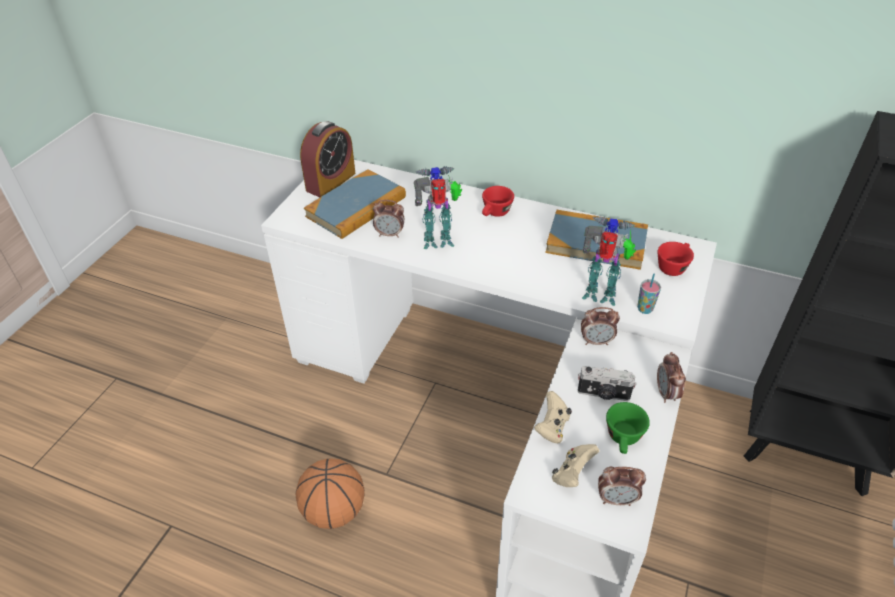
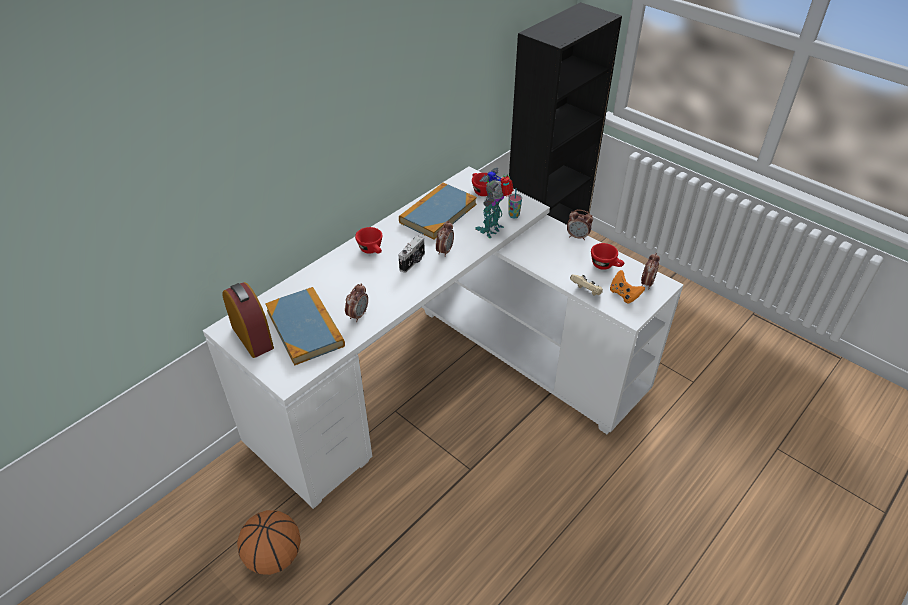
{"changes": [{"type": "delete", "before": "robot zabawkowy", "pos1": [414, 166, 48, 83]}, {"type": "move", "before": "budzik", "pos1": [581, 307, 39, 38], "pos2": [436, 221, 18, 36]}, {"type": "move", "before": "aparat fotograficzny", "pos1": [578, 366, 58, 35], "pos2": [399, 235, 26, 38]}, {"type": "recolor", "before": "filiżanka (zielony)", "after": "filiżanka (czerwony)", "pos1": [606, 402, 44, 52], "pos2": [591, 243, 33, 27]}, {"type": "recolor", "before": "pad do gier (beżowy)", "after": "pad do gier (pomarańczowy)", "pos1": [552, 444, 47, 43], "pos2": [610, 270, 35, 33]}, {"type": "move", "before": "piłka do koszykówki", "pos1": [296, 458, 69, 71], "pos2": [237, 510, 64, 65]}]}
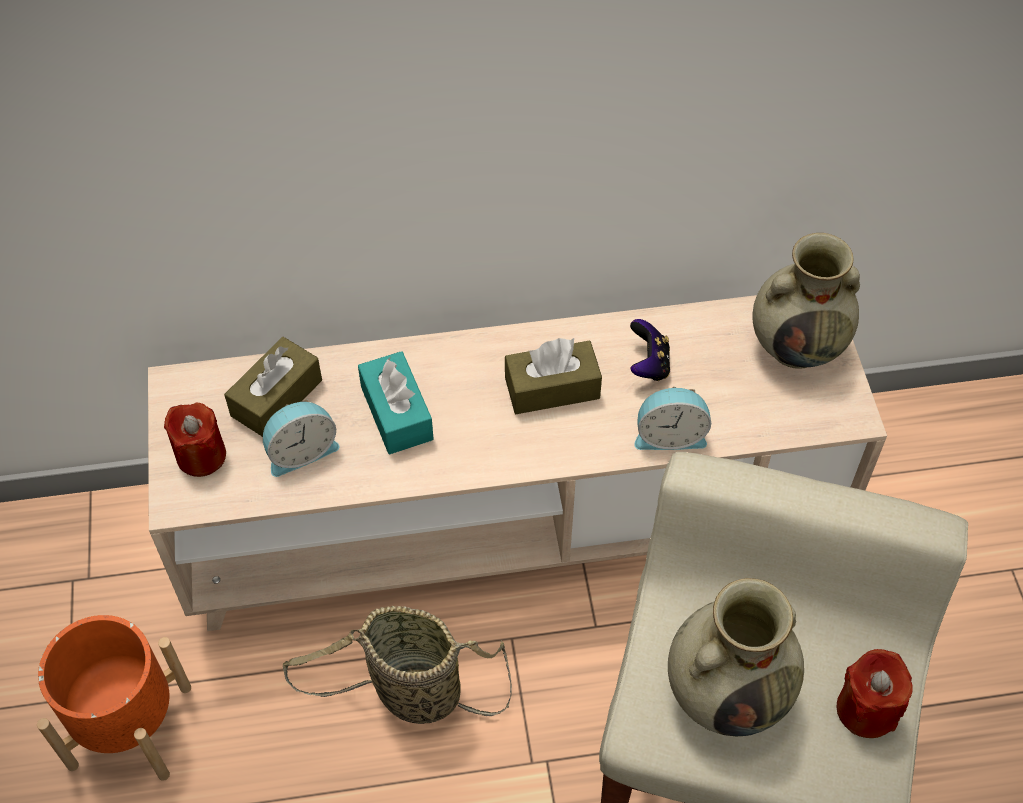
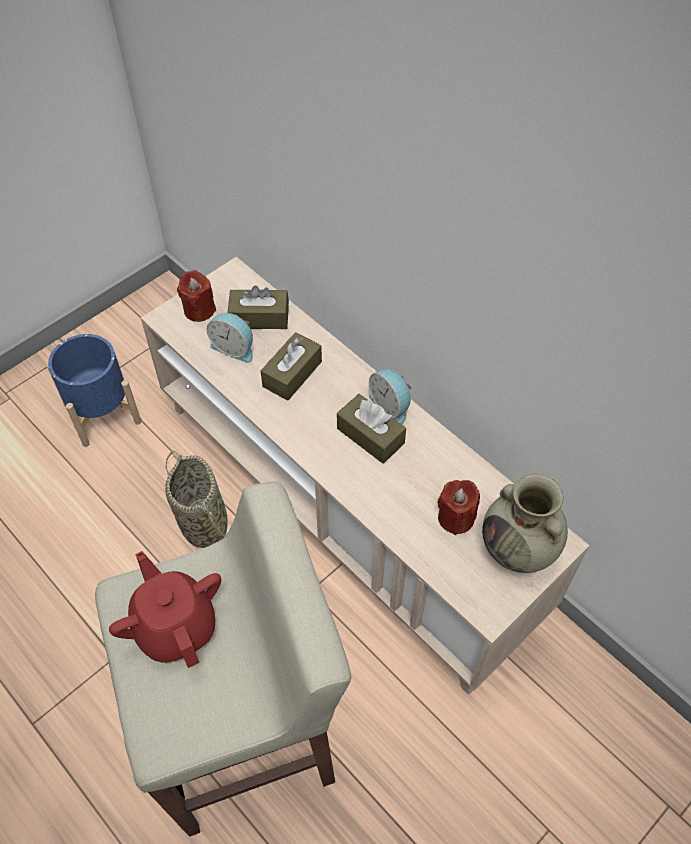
{"changes": [{"type": "delete", "before": "pad do gier", "pos1": [630, 319, 40, 62]}, {"type": "recolor", "before": "pudełko chusteczek (turkusowy)", "after": "pudełko chusteczek (brązowy)", "pos1": [358, 351, 76, 103], "pos2": [261, 332, 61, 69]}, {"type": "move", "before": "budzik", "pos1": [634, 387, 77, 63], "pos2": [369, 369, 43, 56]}, {"type": "replace", "before": "wazon (beżowy)", "after": "imbryk (czerwony)", "pos1": [668, 578, 136, 158], "pos2": [109, 551, 112, 117]}, {"type": "recolor", "before": "donica (pomarańczowy)", "after": "donica (niebieski)", "pos1": [37, 615, 154, 166], "pos2": [47, 334, 94, 113]}, {"type": "move", "before": "świeca (czerwony)", "pos1": [837, 649, 76, 89], "pos2": [438, 480, 42, 55]}]}
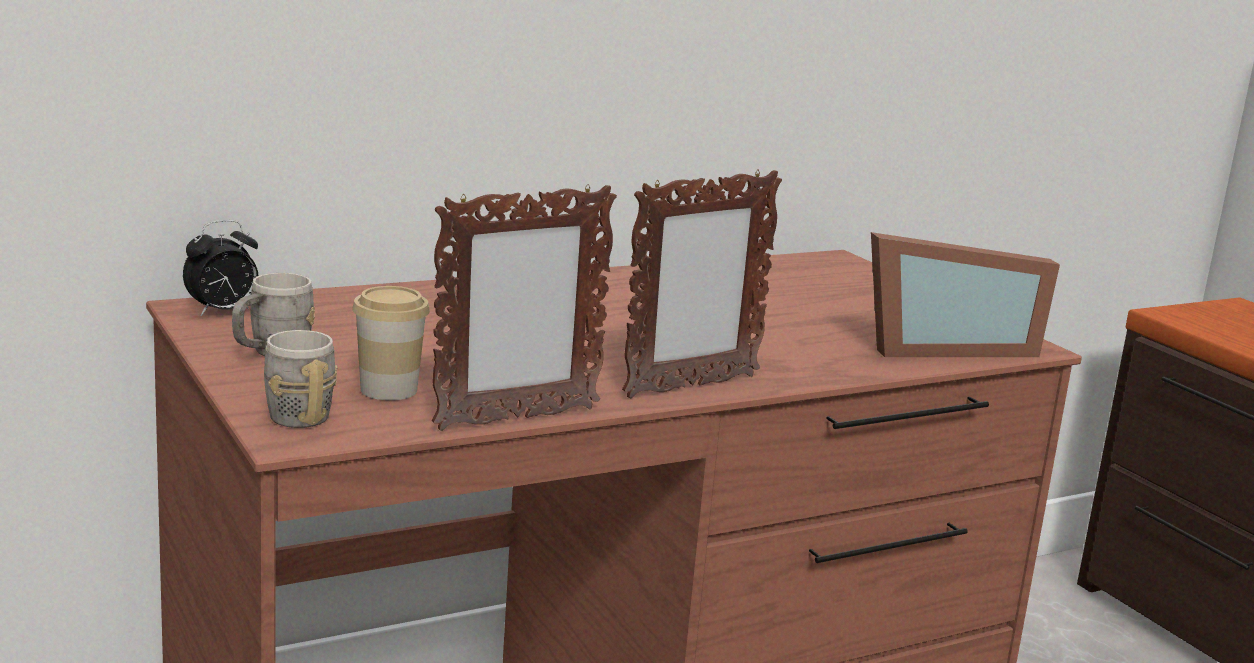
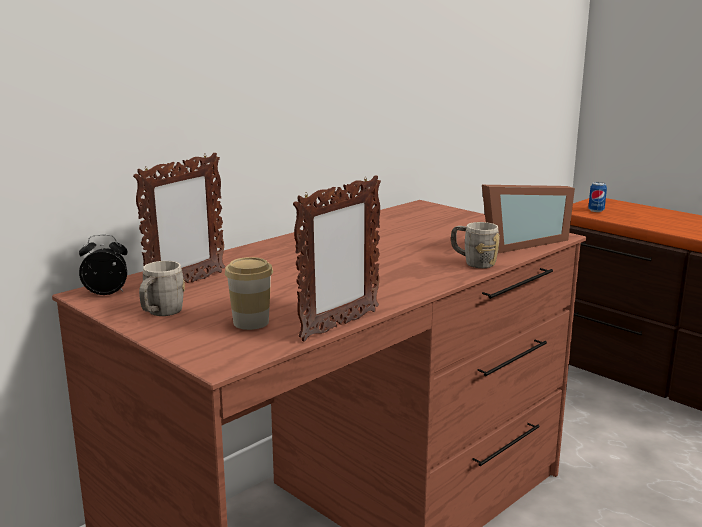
{"changes": [{"type": "move", "before": "ramka na zdjęcie", "pos1": [622, 170, 160, 228], "pos2": [133, 153, 92, 130]}, {"type": "rotate", "before": "budzik", "pos1": [183, 220, 76, 96], "pos2": [79, 234, 48, 61], "turn": -135}, {"type": "move", "before": "kubek (szary)", "pos1": [264, 330, 74, 98], "pos2": [451, 222, 49, 46]}, {"type": "insert", "after": "puszka", "pos2": [588, 182, 19, 30]}]}
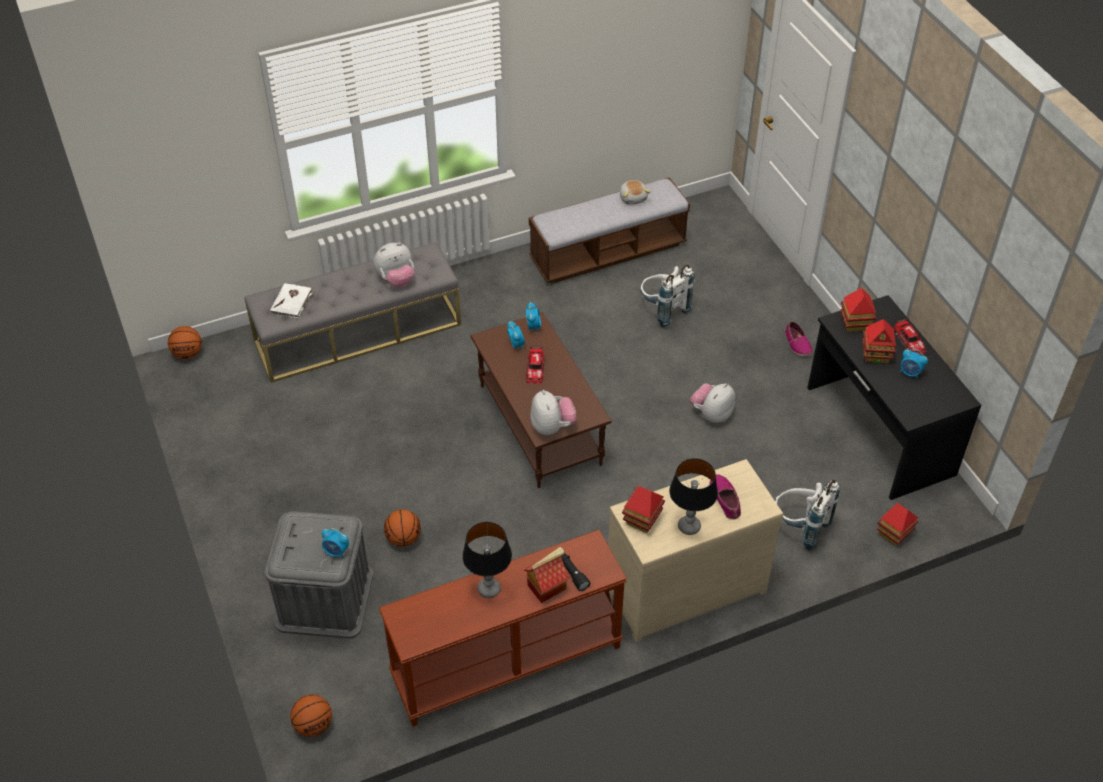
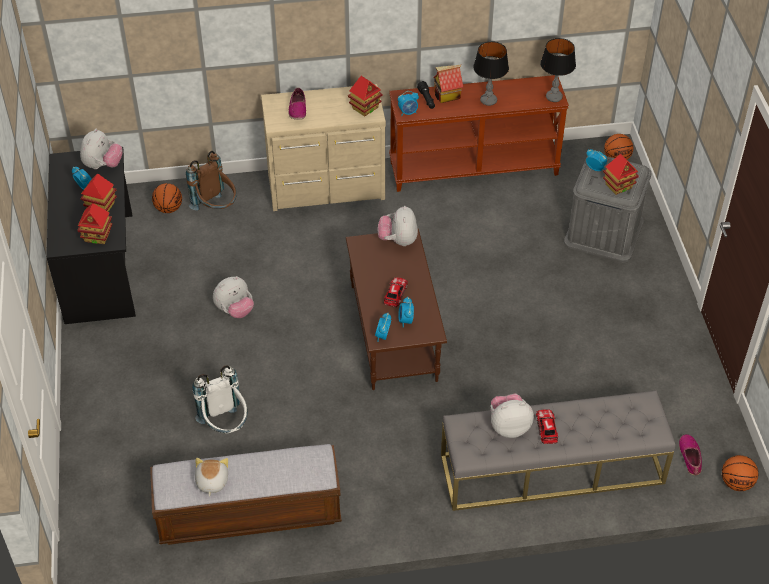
{"changes": [{"type": "delete", "before": "książka (biały)", "pos1": [270, 283, 44, 36]}, {"type": "move", "before": "samochodzik", "pos1": [894, 318, 32, 37], "pos2": [536, 409, 22, 35]}, {"type": "move", "before": "but", "pos1": [785, 322, 28, 34], "pos2": [679, 434, 23, 41]}, {"type": "move", "before": "lampa stołowa", "pos1": [669, 458, 49, 77], "pos2": [540, 38, 36, 64]}, {"type": "recolor", "before": "plecak (biały)", "after": "plecak (brązowy)", "pos1": [775, 480, 65, 71], "pos2": [186, 151, 51, 60]}, {"type": "move", "before": "domek", "pos1": [877, 503, 41, 43], "pos2": [603, 154, 36, 41]}, {"type": "move", "before": "piłka do koszykówki", "pos1": [384, 510, 37, 37], "pos2": [152, 183, 30, 30]}, {"type": "insert", "after": "budzik", "pos2": [398, 91, 21, 25]}, {"type": "insert", "after": "pluszak", "pos2": [80, 129, 43, 40]}]}
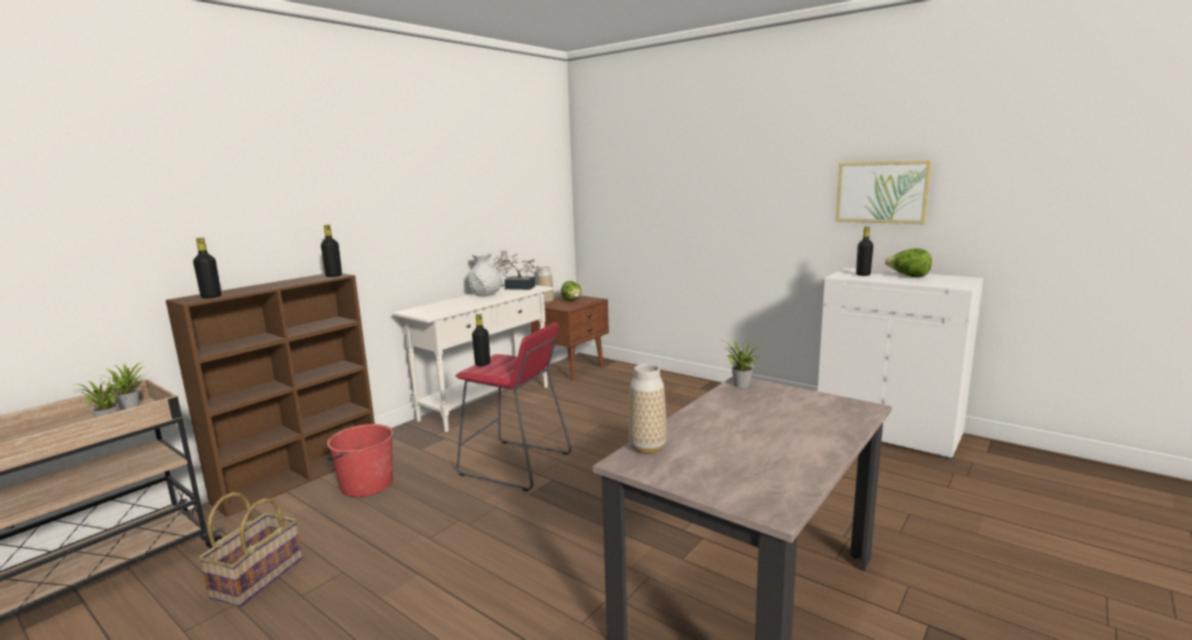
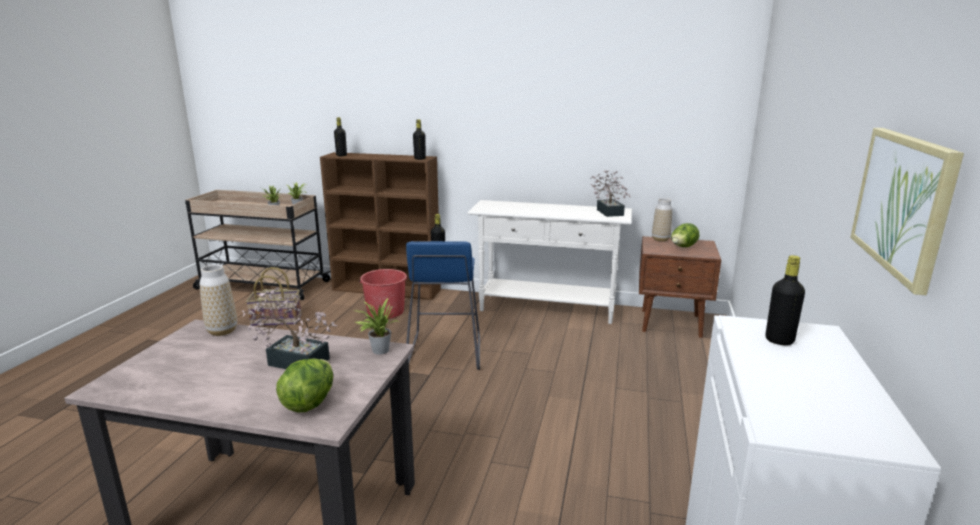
{"changes": [{"type": "move", "before": "sałata", "pos1": [885, 248, 47, 29], "pos2": [276, 358, 57, 54]}, {"type": "delete", "before": "wazon (biały)", "pos1": [468, 253, 34, 44]}, {"type": "recolor", "before": "stołek (czerwony)", "after": "stołek (niebieski)", "pos1": [456, 322, 115, 170], "pos2": [406, 241, 74, 129]}, {"type": "insert", "after": "roślina doniczkowa", "pos2": [242, 287, 96, 82]}]}
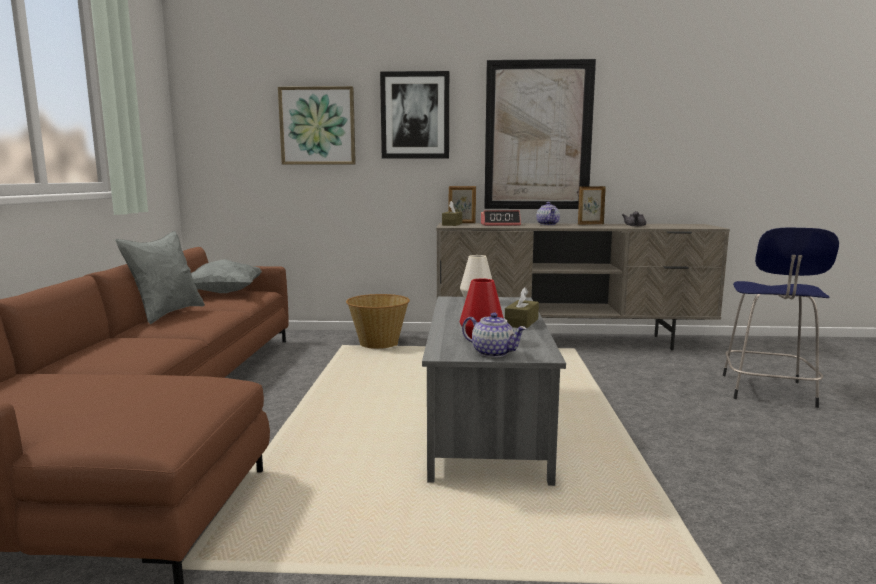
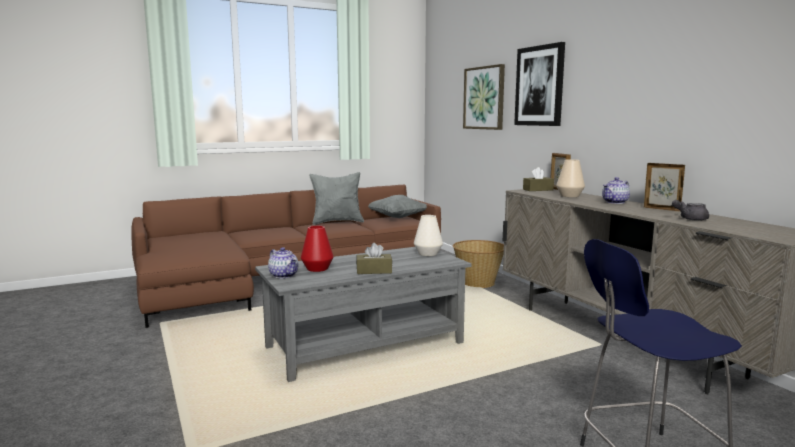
{"changes": [{"type": "delete", "before": "obraz", "pos1": [484, 59, 112, 150]}, {"type": "replace", "before": "budzik", "after": "wazon (beżowy)", "pos1": [481, 210, 40, 16], "pos2": [556, 159, 29, 38]}, {"type": "rotate", "before": "imbryk", "pos1": [462, 312, 65, 46], "pos2": [268, 247, 30, 31], "turn": -45}]}
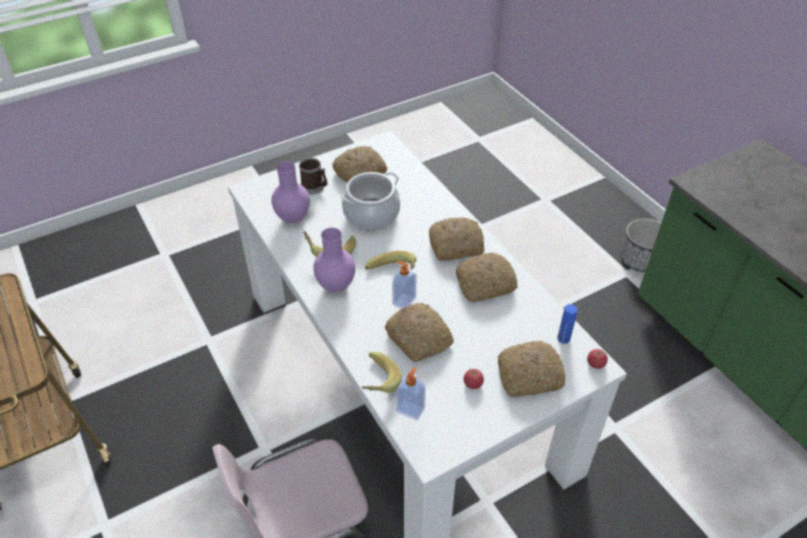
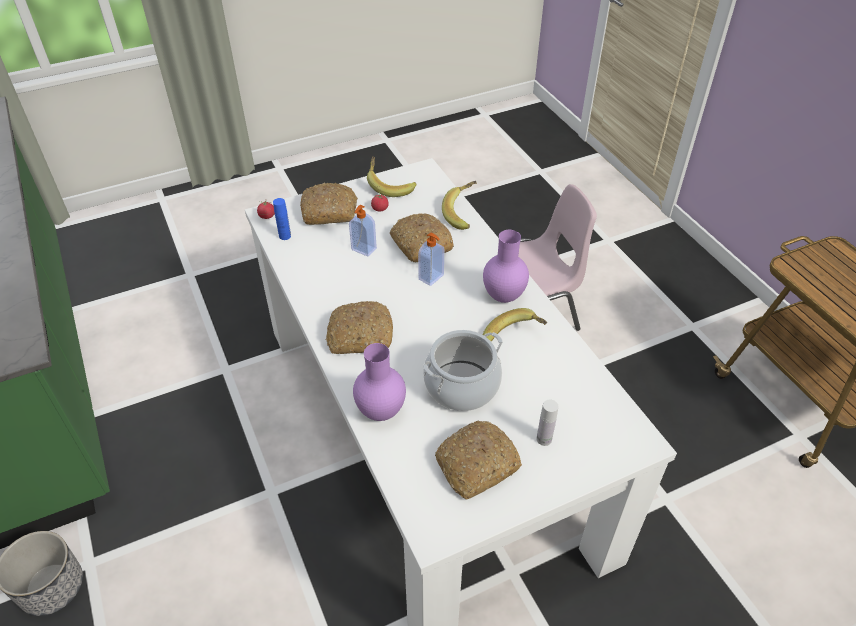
{"changes": [{"type": "replace", "before": "kubek", "after": "butelka (biały)", "pos1": [299, 158, 28, 37], "pos2": [536, 400, 22, 46]}, {"type": "move", "before": "wazon (fioletowy)", "pos1": [271, 161, 39, 62], "pos2": [353, 343, 53, 78]}, {"type": "move", "before": "banan", "pos1": [365, 251, 51, 19], "pos2": [367, 156, 50, 41]}, {"type": "delete", "before": "chleb", "pos1": [456, 252, 62, 50]}, {"type": "move", "before": "dozownik mydła", "pos1": [396, 367, 30, 53], "pos2": [349, 205, 28, 51]}]}
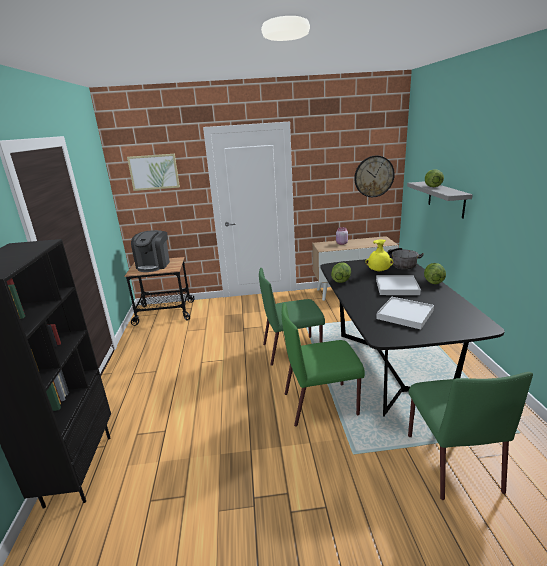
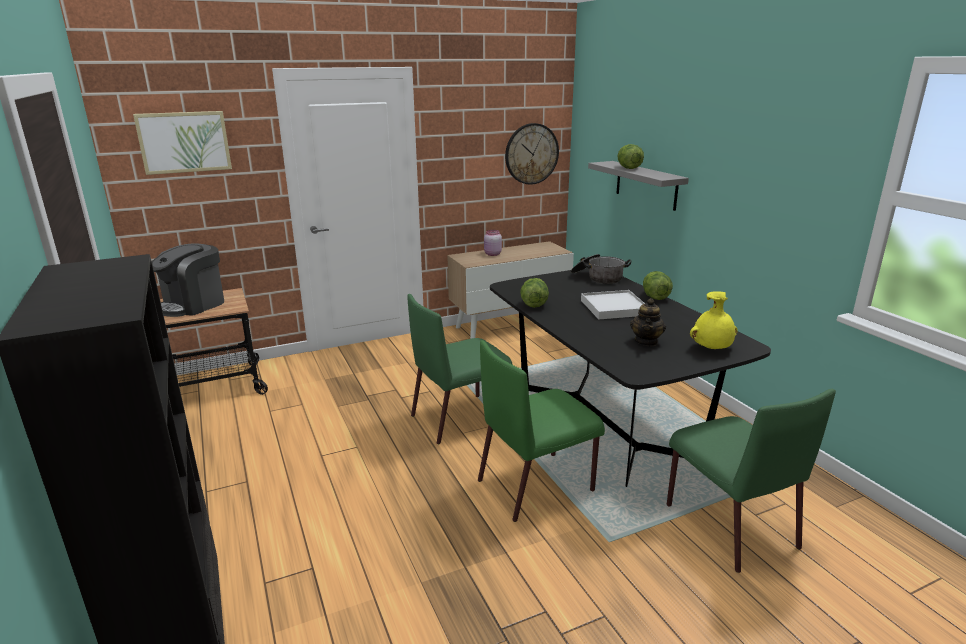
{"changes": [{"type": "rotate", "before": "ekspres do kawy", "pos1": [131, 230, 39, 42], "pos2": [152, 244, 72, 73], "turn": 45}, {"type": "move", "before": "wazon (żółty)", "pos1": [365, 240, 28, 32], "pos2": [690, 291, 48, 58]}, {"type": "replace", "before": "taca (biały)", "after": "imbryk", "pos1": [376, 297, 58, 32], "pos2": [630, 298, 36, 48]}]}
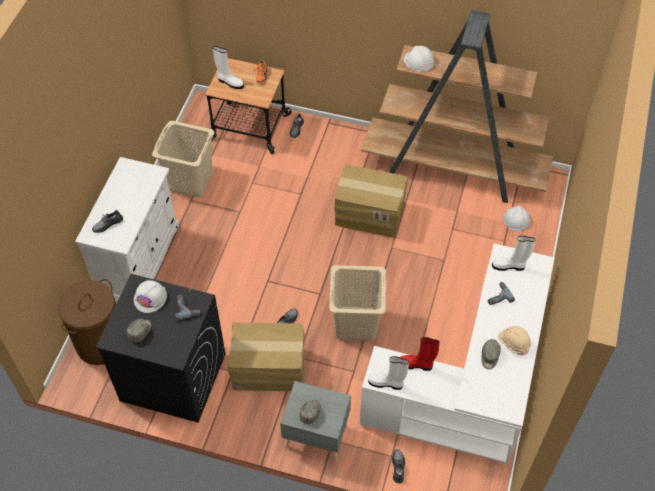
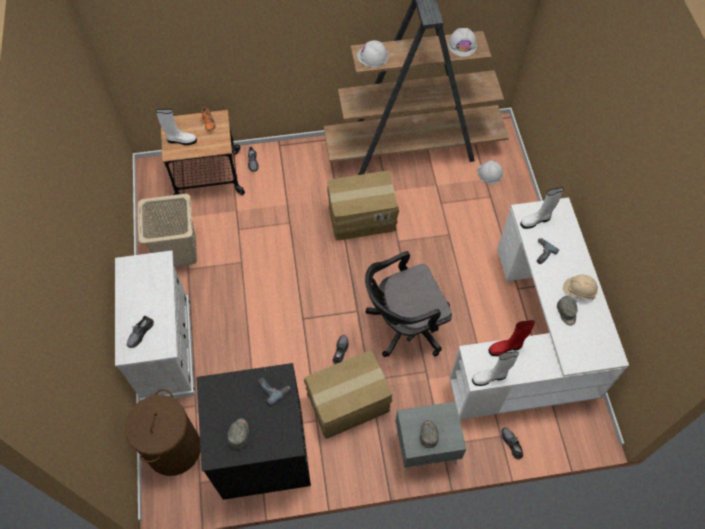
{"changes": [{"type": "replace", "before": "kosz na pranie (beżowy)", "after": "krzesło biurowe (czarny)", "pos1": [329, 265, 57, 76], "pos2": [365, 251, 87, 106]}, {"type": "move", "before": "kask (biały)", "pos1": [134, 280, 33, 33], "pos2": [448, 28, 29, 29]}]}
